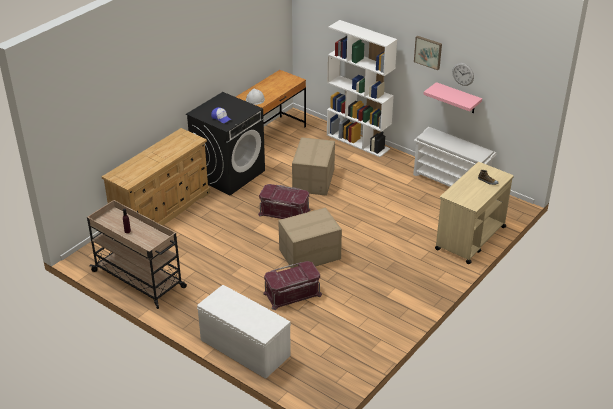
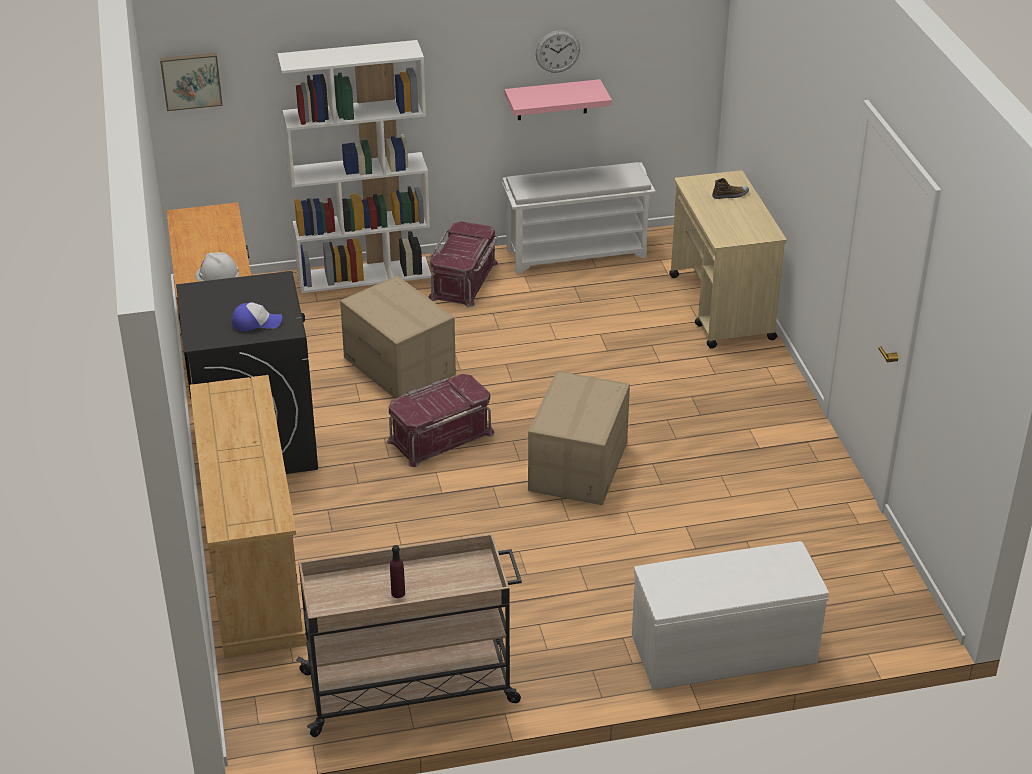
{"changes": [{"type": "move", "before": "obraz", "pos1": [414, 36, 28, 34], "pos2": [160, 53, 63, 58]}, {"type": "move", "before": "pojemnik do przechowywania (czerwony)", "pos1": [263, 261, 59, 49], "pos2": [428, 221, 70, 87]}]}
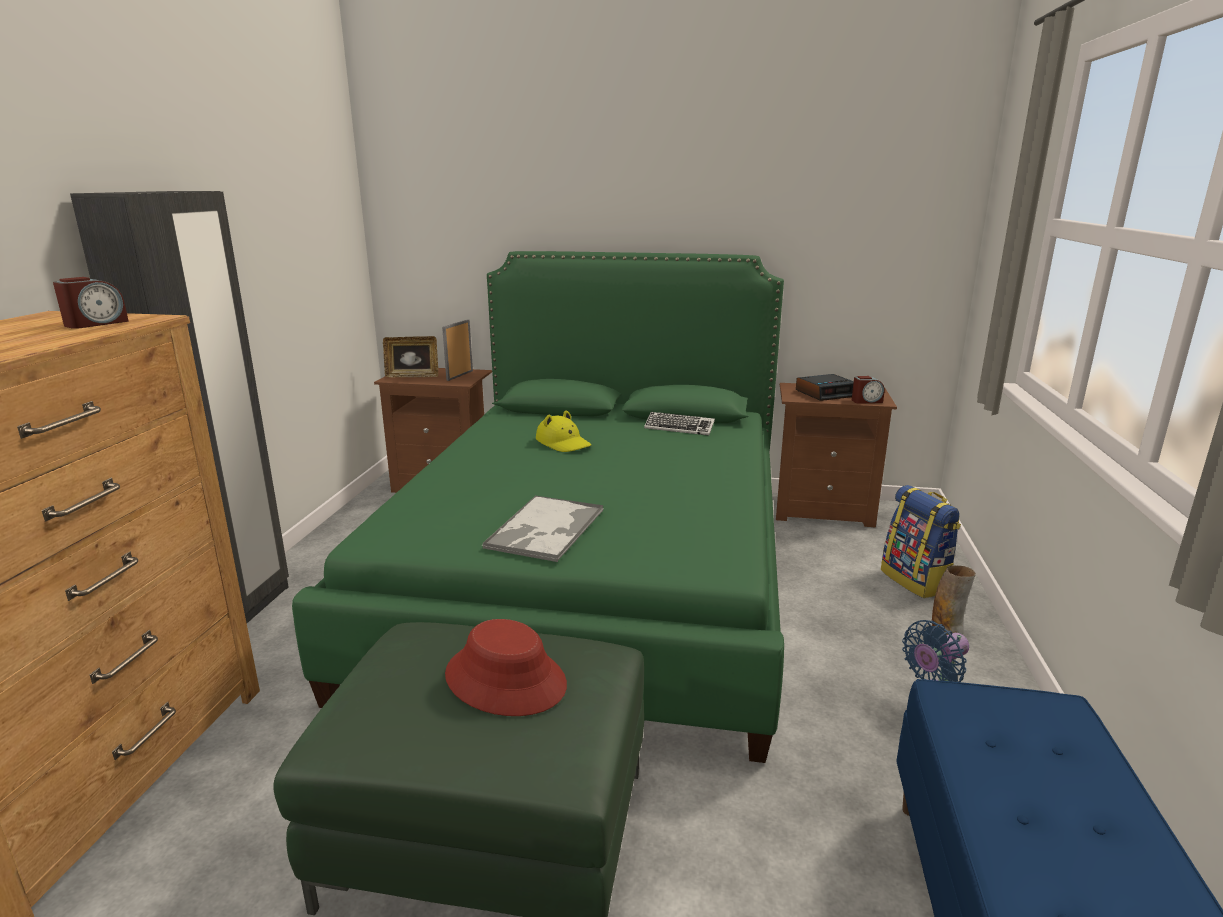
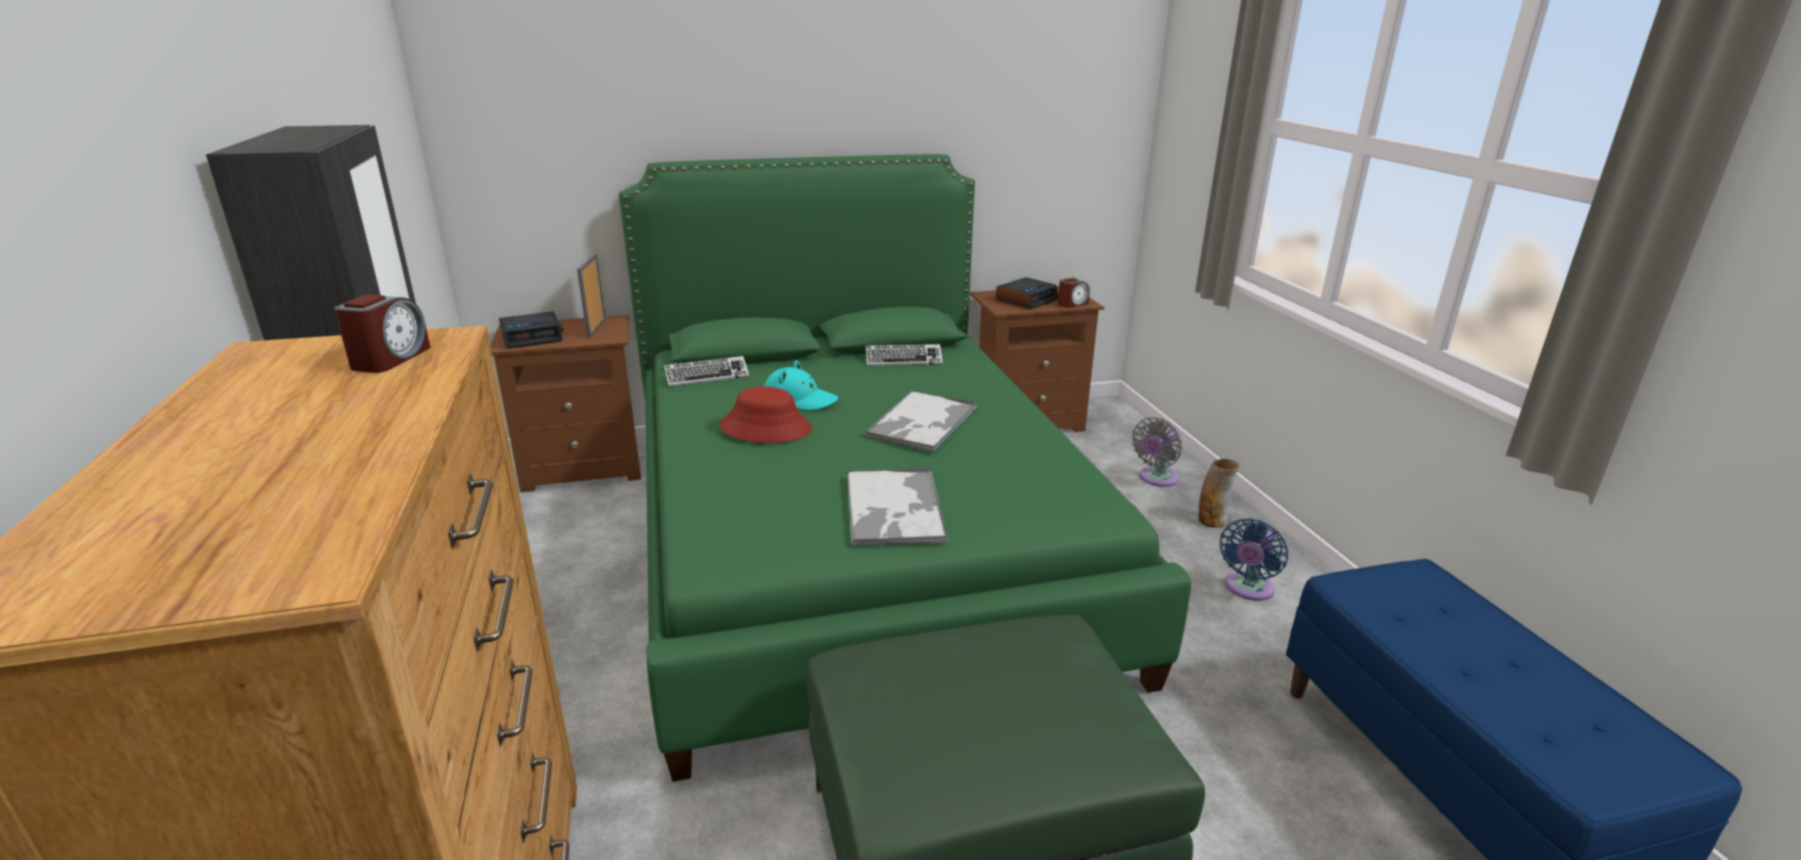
{"changes": [{"type": "replace", "before": "ramka na zdjęcie", "after": "budzik", "pos1": [383, 336, 55, 42], "pos2": [499, 311, 64, 38]}, {"type": "recolor", "before": "kapelusz (żółty)", "after": "kapelusz (turkusowy)", "pos1": [536, 410, 56, 42], "pos2": [764, 360, 75, 51]}, {"type": "replace", "before": "plecak", "after": "wentylator (szary)", "pos1": [881, 485, 80, 113], "pos2": [1132, 417, 50, 70]}, {"type": "move", "before": "kapelusz (czerwony)", "pos1": [445, 619, 122, 97], "pos2": [719, 386, 93, 57]}, {"type": "insert", "after": "klawiatura", "pos2": [664, 356, 85, 31]}, {"type": "insert", "after": "taca", "pos2": [864, 390, 113, 62]}]}
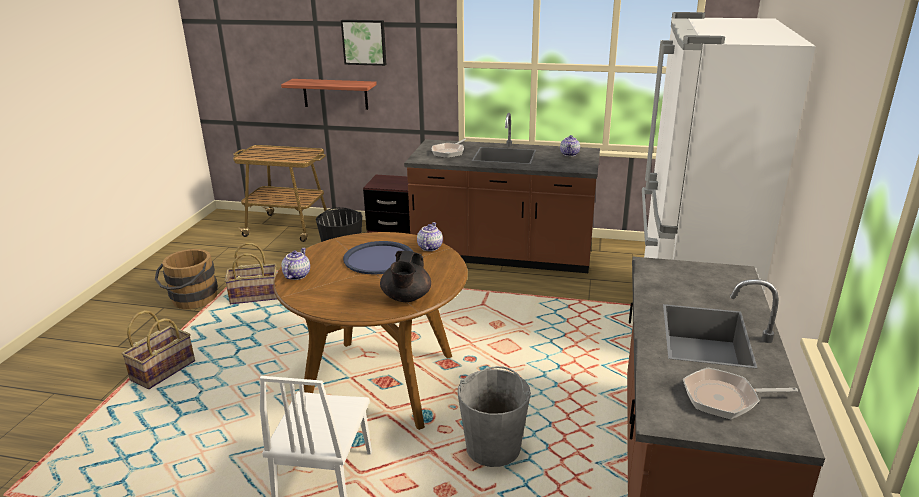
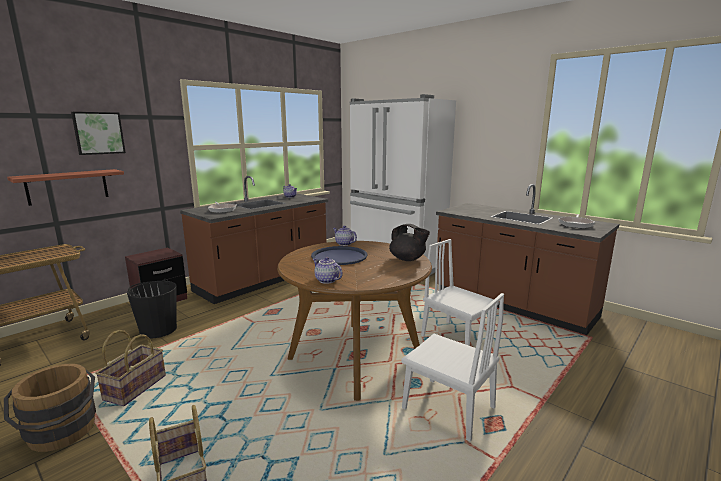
{"changes": [{"type": "replace", "before": "wiadro (szary)", "after": "krzesło (biały)", "pos1": [458, 366, 73, 101], "pos2": [421, 239, 78, 107]}]}
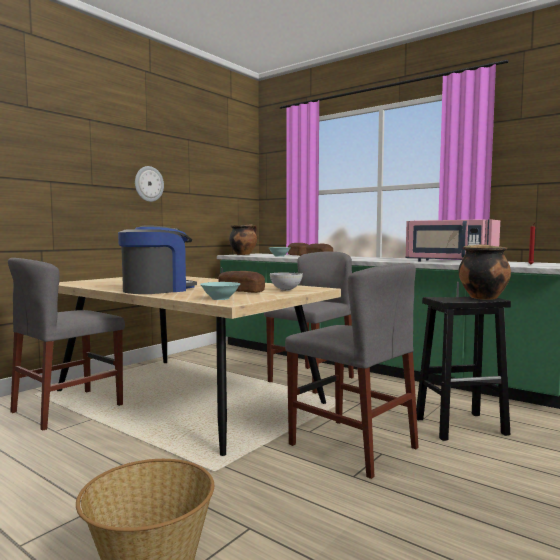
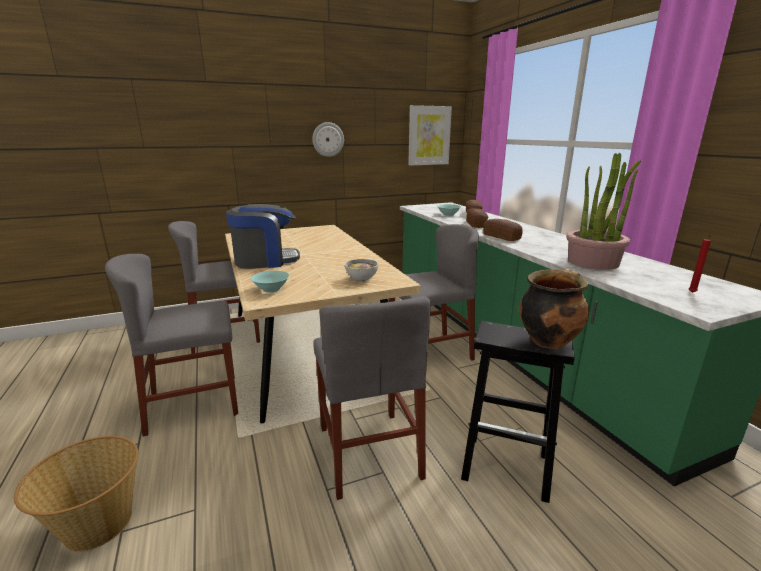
{"changes": [{"type": "replace", "before": "mikrofalówka (różowy)", "after": "roślina doniczkowa", "pos1": [406, 219, 94, 43], "pos2": [566, 153, 75, 117]}, {"type": "delete", "before": "garnek", "pos1": [229, 224, 28, 31]}, {"type": "move", "before": "chleb", "pos1": [218, 271, 47, 22], "pos2": [483, 219, 40, 22]}, {"type": "insert", "after": "obraz", "pos2": [408, 105, 44, 60]}, {"type": "insert", "after": "krzesło (szary)", "pos2": [105, 254, 133, 183]}]}
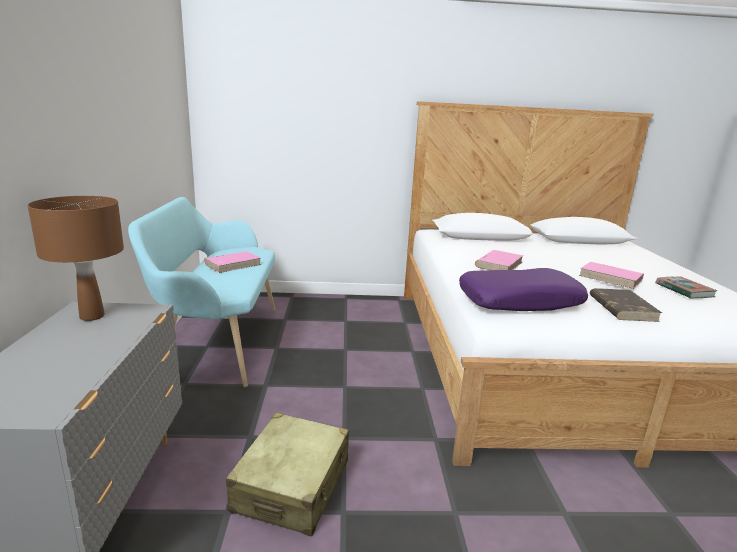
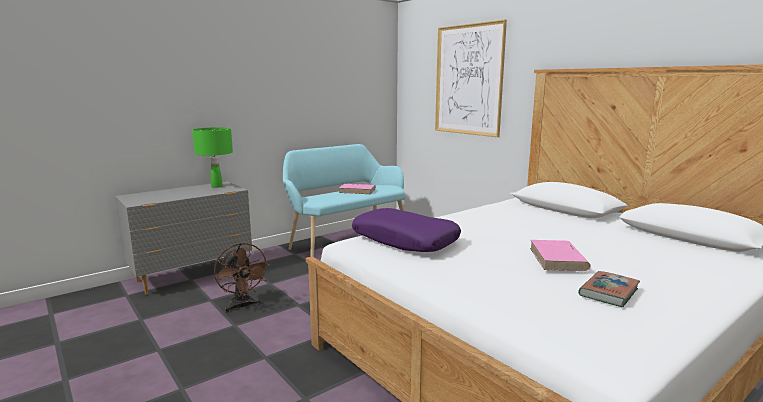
{"changes": [{"type": "recolor", "before": "lampa stołowa (brązowy)", "after": "lampa stołowa (zielony)", "pos1": [28, 196, 96, 125], "pos2": [192, 127, 41, 61]}, {"type": "delete", "before": "książka (różowy)", "pos1": [475, 250, 48, 20]}, {"type": "delete", "before": "książka (brązowy)", "pos1": [590, 288, 72, 34]}, {"type": "replace", "before": "walizka (beżowy)", "after": "wentylator (brązowy)", "pos1": [226, 413, 123, 123], "pos2": [214, 243, 56, 70]}, {"type": "insert", "after": "obraz", "pos2": [435, 19, 72, 118]}]}
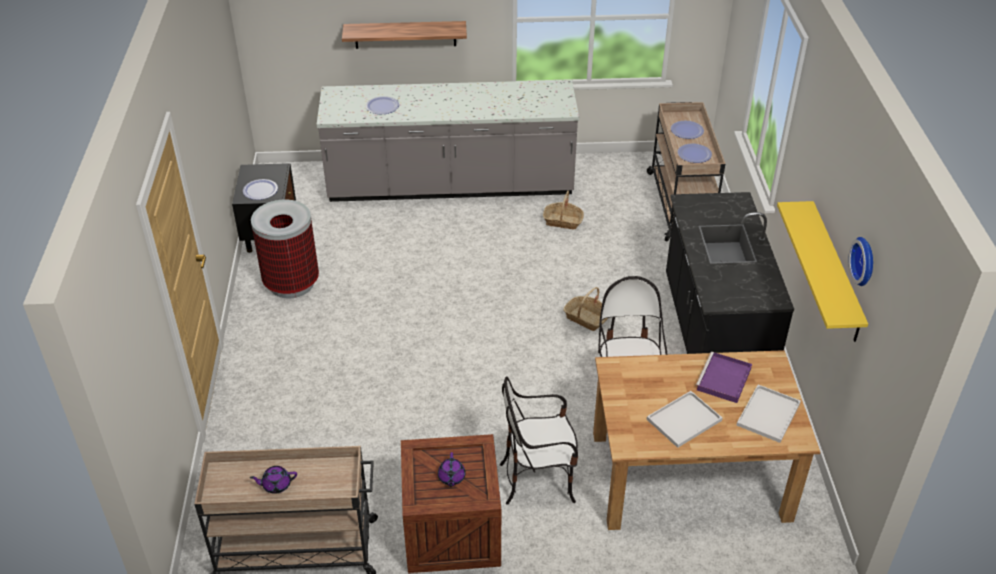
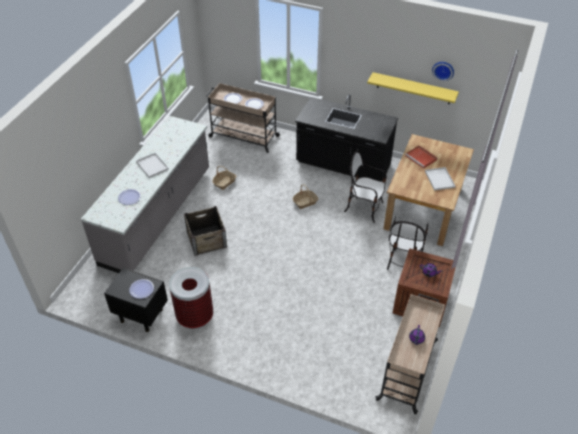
{"changes": [{"type": "delete", "before": "półka", "pos1": [342, 21, 125, 28]}, {"type": "recolor", "before": "taca (fioletowy)", "after": "taca (czerwony)", "pos1": [696, 352, 56, 51], "pos2": [405, 146, 32, 23]}, {"type": "move", "before": "taca (biały)", "pos1": [737, 384, 64, 59], "pos2": [136, 153, 33, 25]}, {"type": "insert", "after": "skrzynka", "pos2": [184, 206, 43, 50]}]}
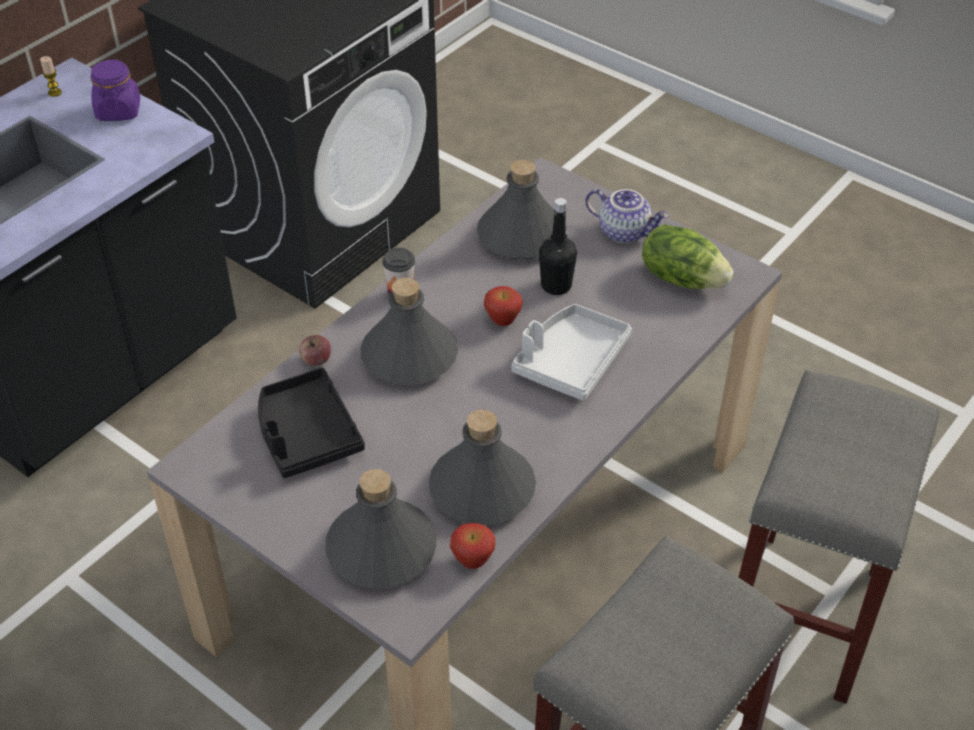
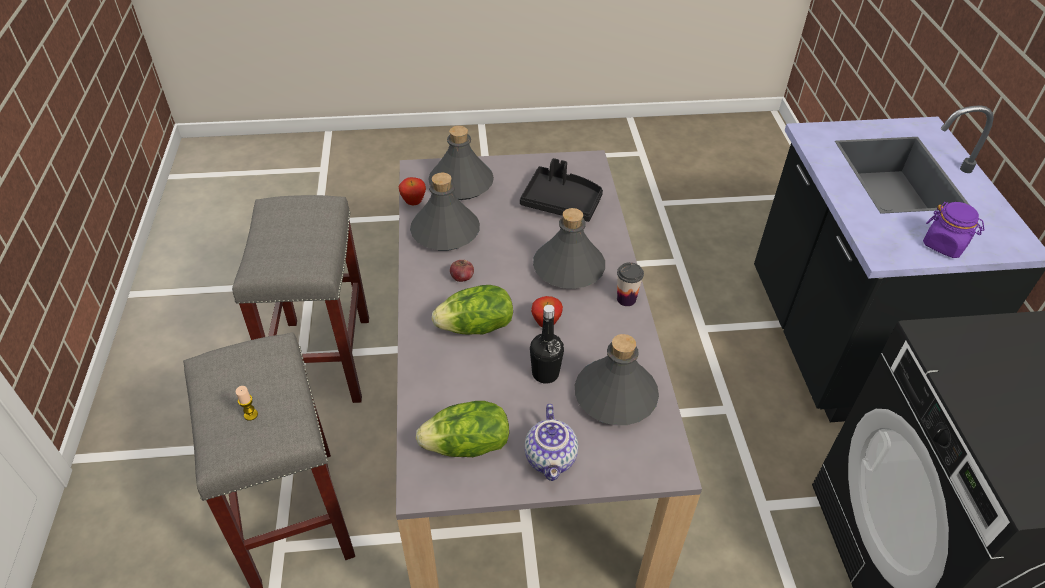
{"changes": [{"type": "move", "before": "świeca", "pos1": [40, 56, 22, 41], "pos2": [236, 386, 22, 35]}, {"type": "rotate", "before": "imbryk", "pos1": [585, 189, 83, 54], "pos2": [525, 404, 53, 77], "turn": -75}, {"type": "replace", "before": "taca (szary)", "after": "sałata", "pos1": [511, 304, 121, 97], "pos2": [432, 285, 81, 50]}, {"type": "move", "before": "jabłko", "pos1": [299, 335, 32, 31], "pos2": [450, 260, 24, 22]}]}
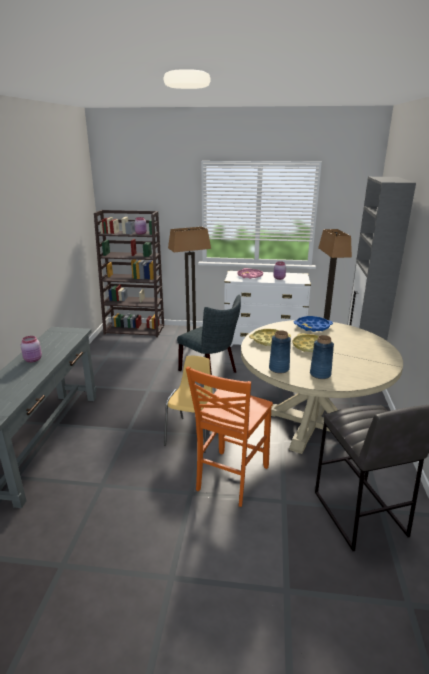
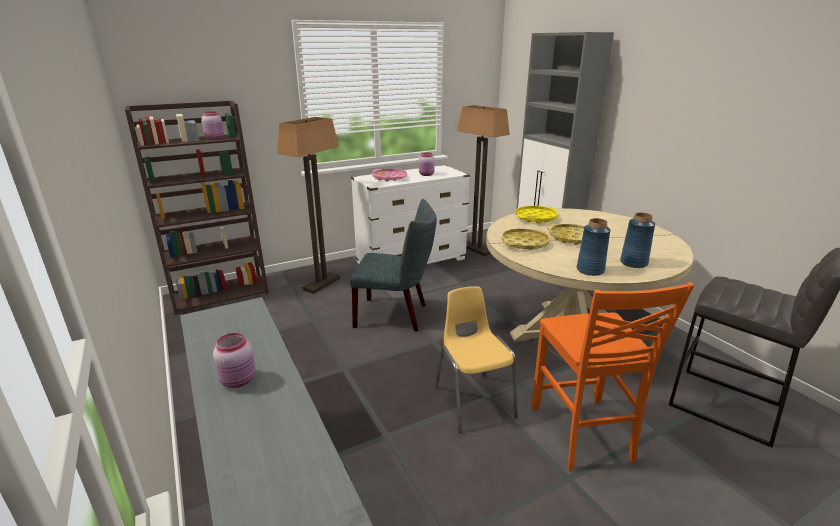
{"changes": [{"type": "recolor", "before": "taca (niebieski)", "after": "taca (żółty)", "pos1": [294, 316, 39, 16], "pos2": [516, 206, 42, 17]}]}
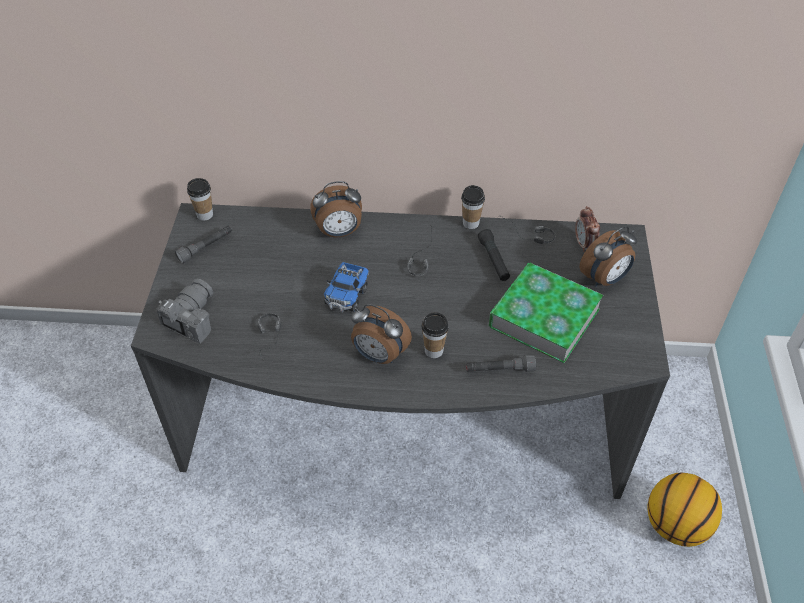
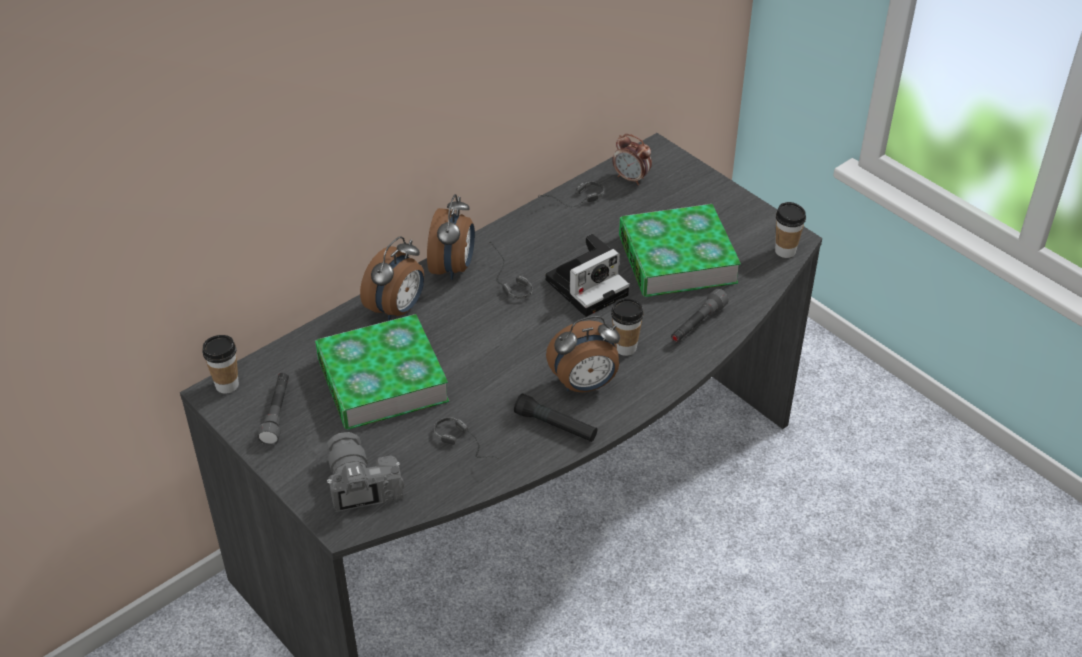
{"changes": [{"type": "move", "before": "filiżanka", "pos1": [461, 185, 24, 44], "pos2": [775, 202, 31, 56]}, {"type": "move", "before": "budzik", "pos1": [579, 226, 58, 61], "pos2": [427, 194, 48, 86]}, {"type": "move", "before": "latarka (czarny)", "pos1": [478, 229, 32, 52], "pos2": [514, 394, 83, 48]}, {"type": "delete", "before": "ciężarówka zabawkowa", "pos1": [324, 262, 45, 50]}, {"type": "delete", "before": "piłka do koszykówki", "pos1": [647, 472, 75, 75]}, {"type": "insert", "after": "aparat fotograficzny", "pos2": [546, 234, 83, 83]}, {"type": "insert", "after": "książka", "pos2": [315, 314, 134, 116]}]}
